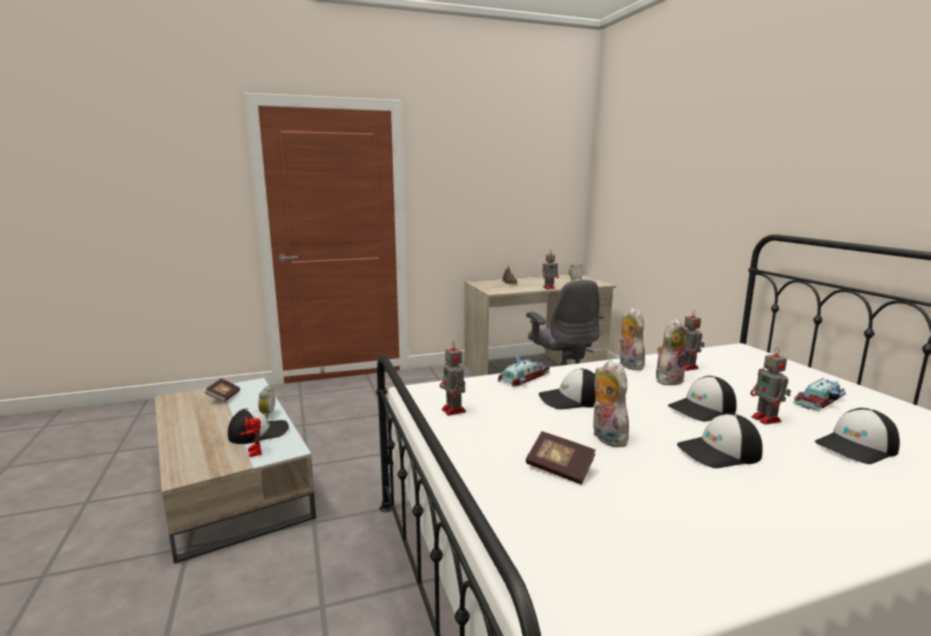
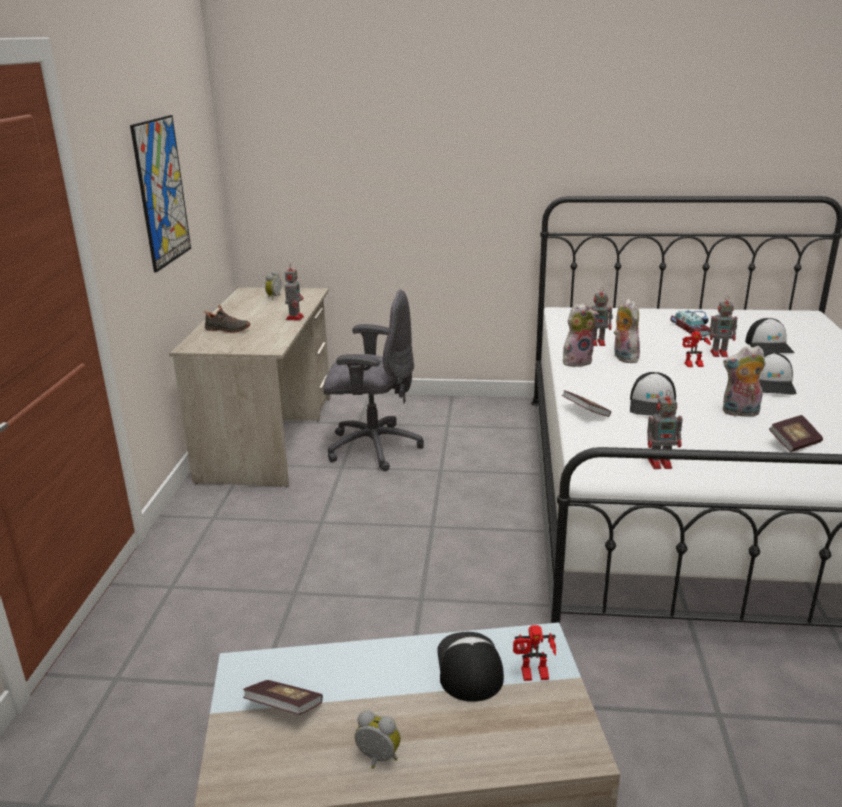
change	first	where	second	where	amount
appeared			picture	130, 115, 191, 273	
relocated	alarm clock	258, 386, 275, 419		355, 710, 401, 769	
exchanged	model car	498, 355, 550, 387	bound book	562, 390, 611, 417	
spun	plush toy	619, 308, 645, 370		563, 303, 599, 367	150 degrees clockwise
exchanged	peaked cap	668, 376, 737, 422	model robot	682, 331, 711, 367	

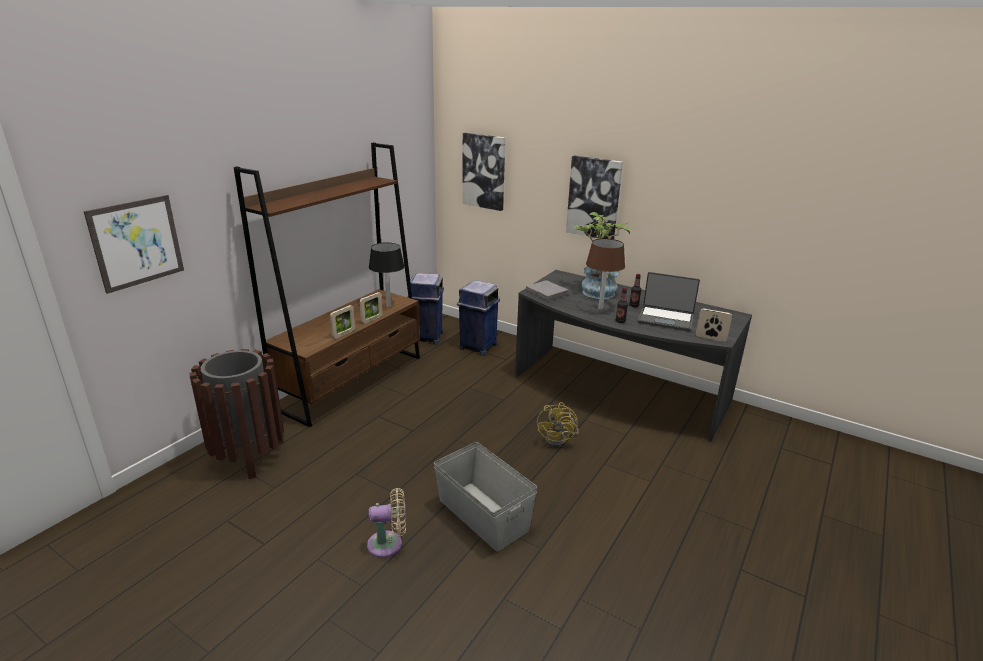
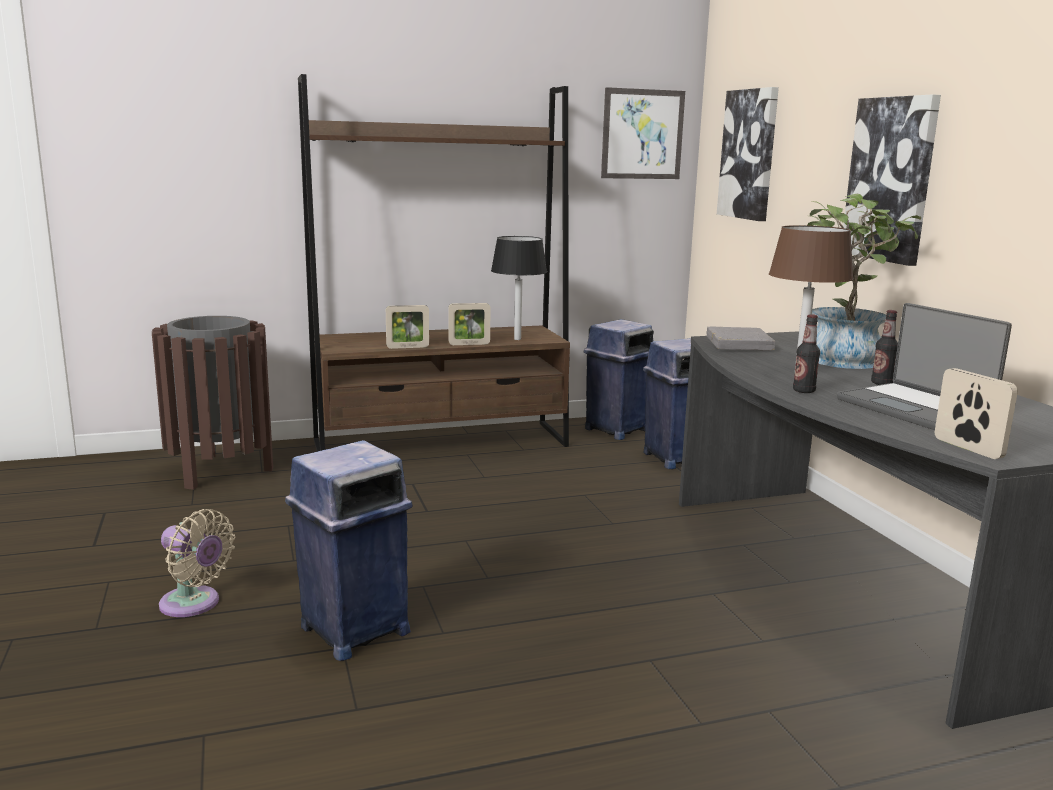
change	first	where	second	where	amount
exchanged	grey storage container	434, 442, 537, 552	blue-coloured waste bin	285, 440, 413, 661	
relocated	picture	84, 195, 184, 294		601, 87, 685, 179	
missing	yellow cooling fan	537, 402, 579, 448			

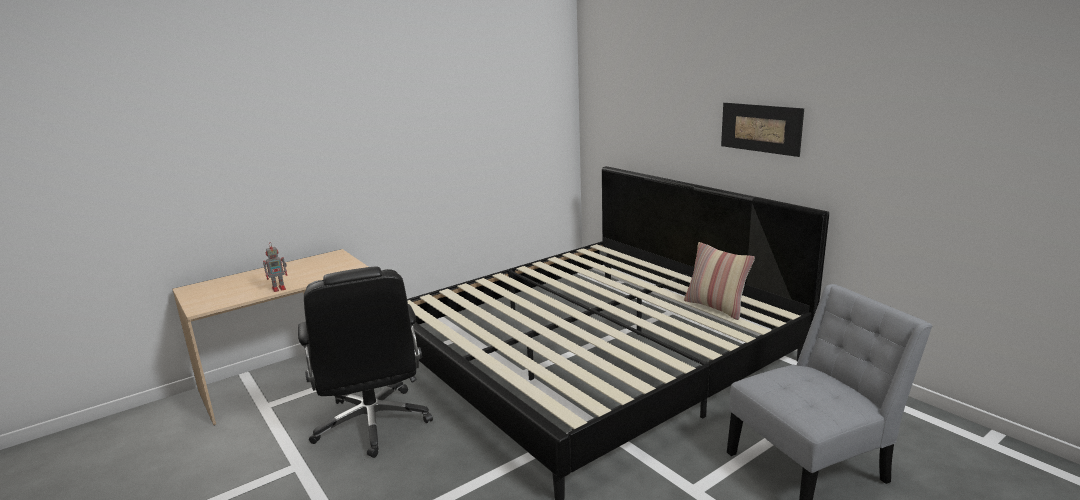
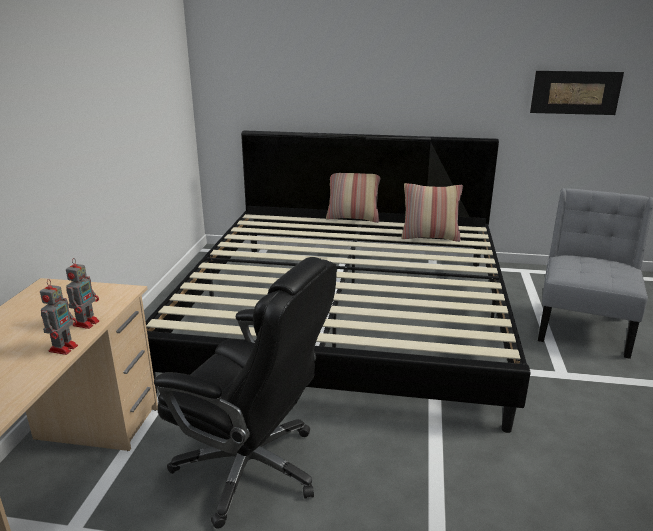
change	first	where	second	where	amount
appeared			model robot	66, 258, 99, 329	
appeared			pillow	326, 173, 381, 223	
relocated	picture	721, 103, 804, 157		530, 71, 624, 115	

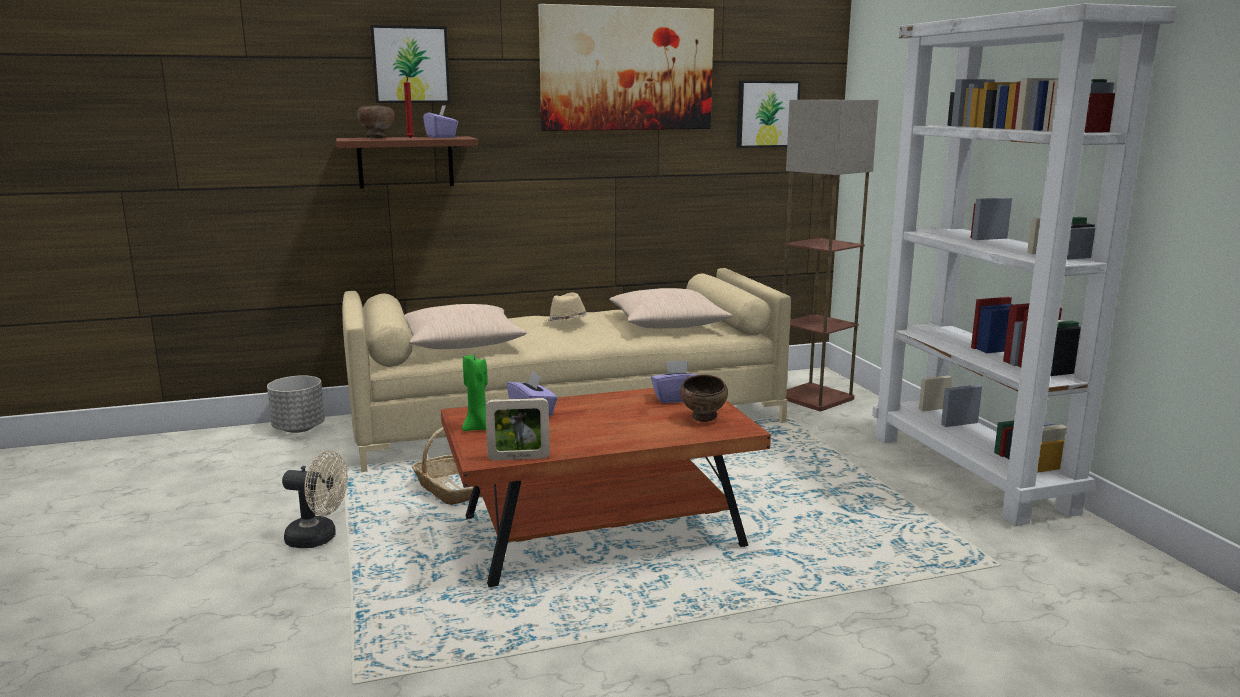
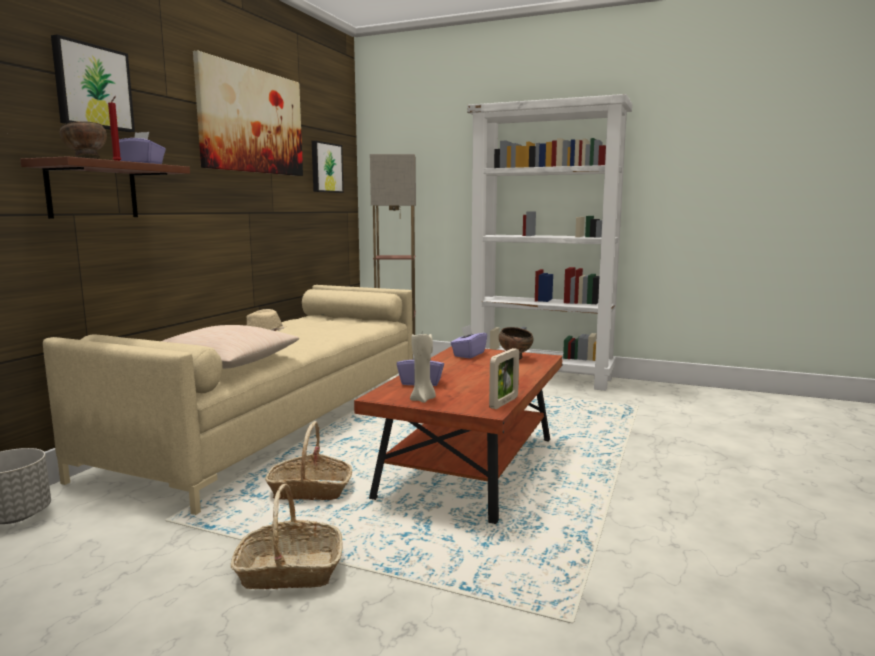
change	first	where	second	where	amount
exchanged	beige-coloured cooling fan	282, 450, 348, 548	storage basket	231, 484, 342, 589	
colour	green-coloured wax light	462, 353, 488, 431	beige-coloured wax light	410, 334, 436, 403	
missing	beige-coloured pillow	609, 288, 732, 329			

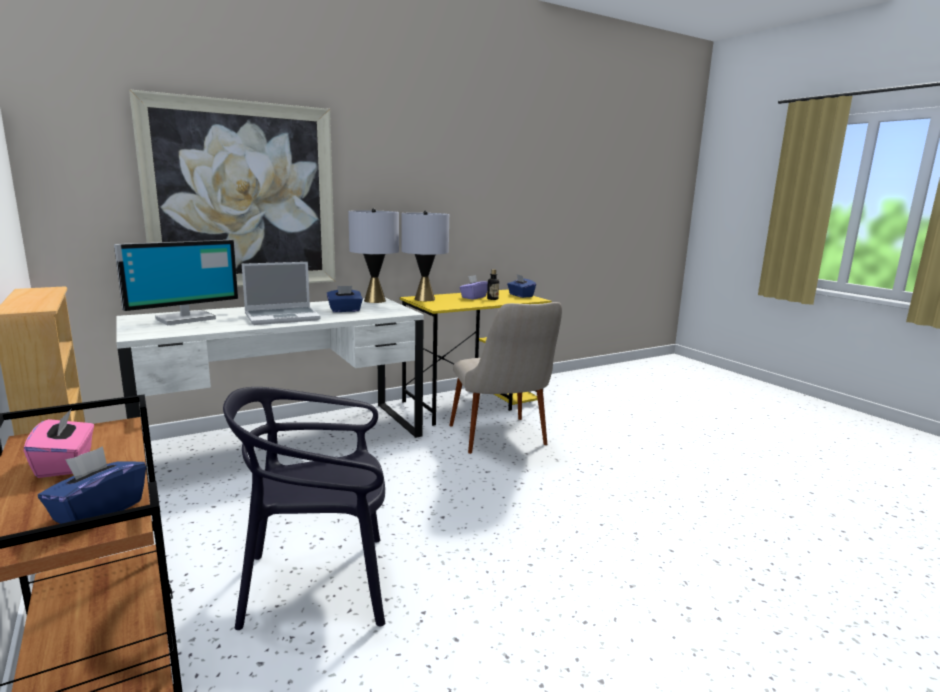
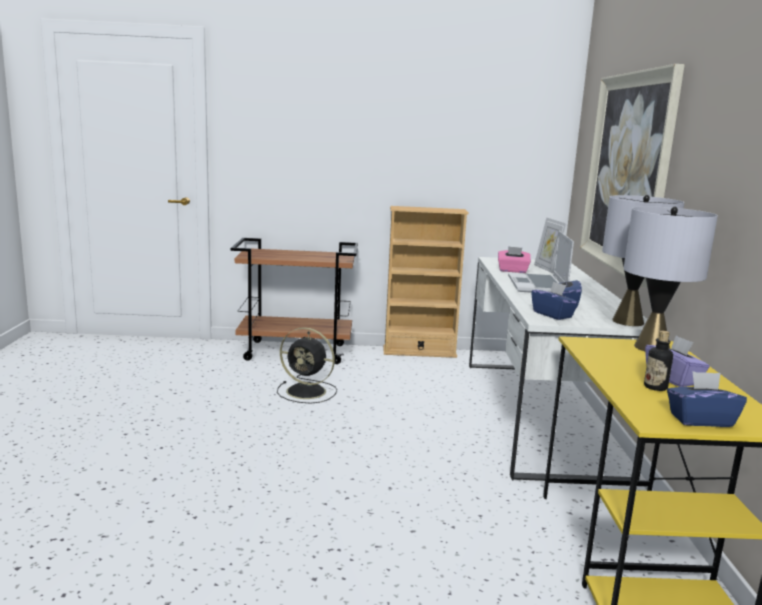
change	first	where	second	where	amount
exchanged	black-coloured plain chair	223, 387, 385, 630	black-coloured cooling fan	277, 327, 337, 404	
relocated	pink-coloured tissue box	23, 408, 94, 478		498, 246, 531, 273	
relocated	blue-coloured tissue box	38, 446, 146, 524		531, 281, 579, 320	
exchanged	monitor	114, 240, 238, 326	picture frame	534, 217, 566, 273	
missing	beige-coloured plain chair	449, 302, 562, 454			

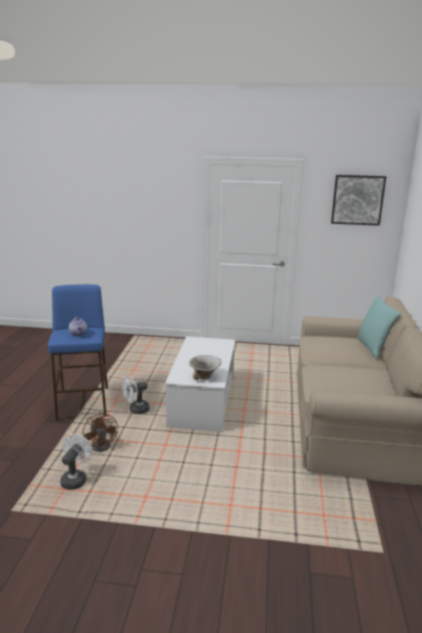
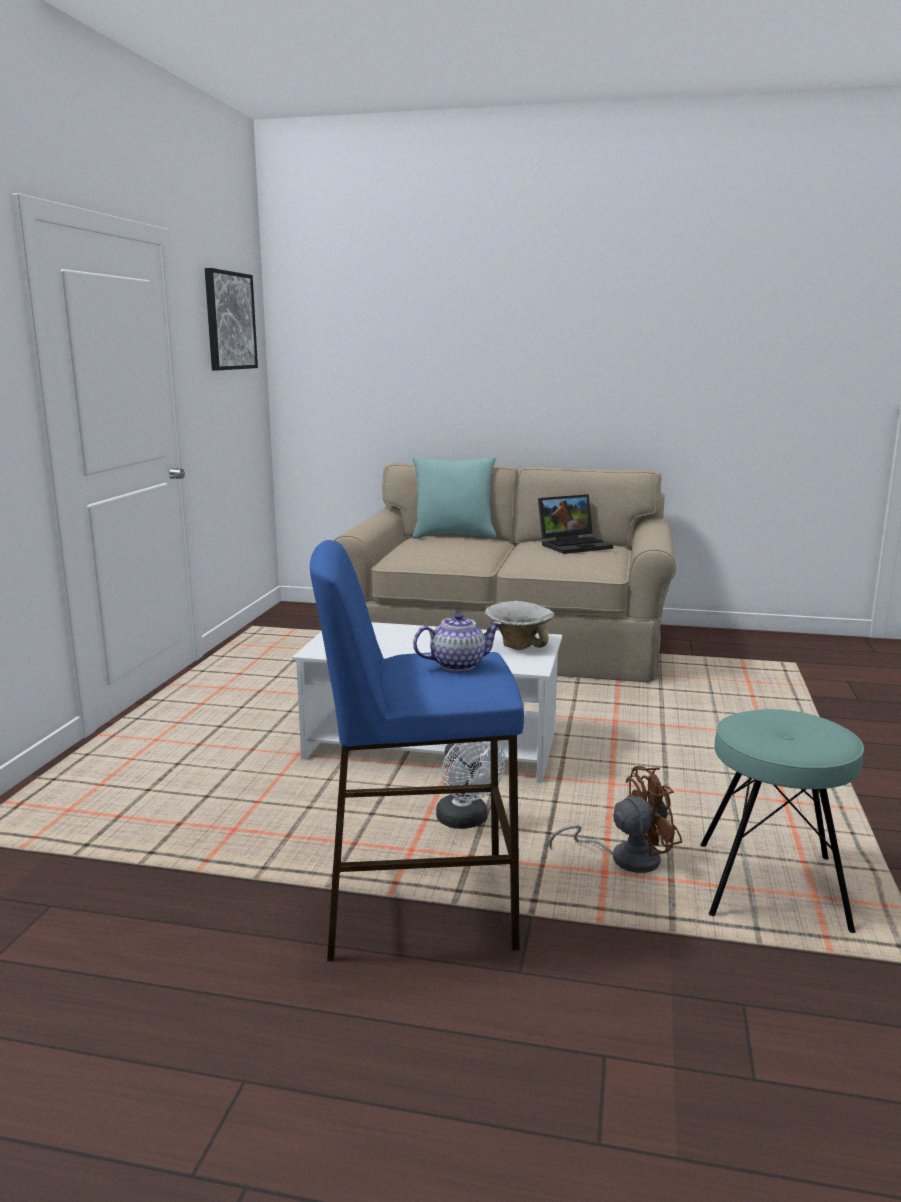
change	first	where	second	where	amount
appeared			notebook computer	538, 494, 613, 554	
exchanged	whitish cooling fan	60, 434, 92, 490	turquoise-coloured stool seat	700, 709, 864, 933	

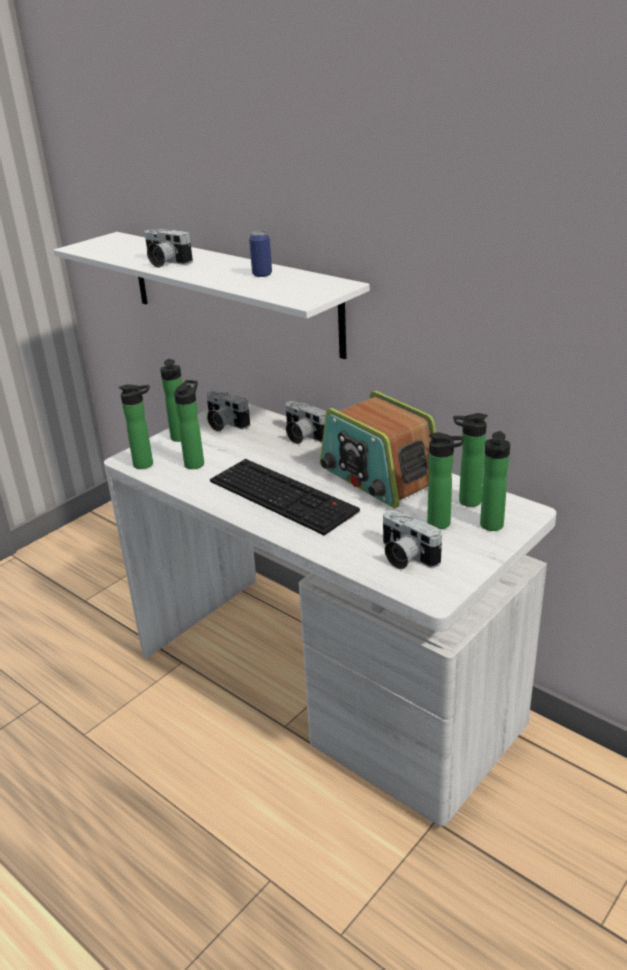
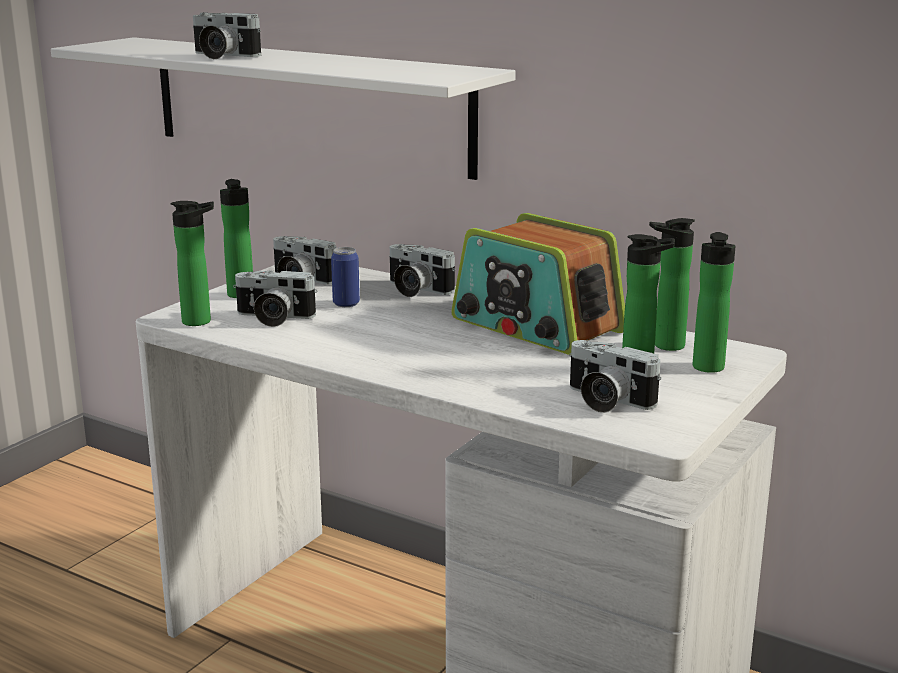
change	first	where	second	where	amount
exchanged	bottle	174, 380, 204, 469	photo camera	233, 270, 317, 327	
relocated	metal can	249, 230, 272, 277		331, 247, 360, 307	
missing	PC keyboard	210, 459, 360, 536			

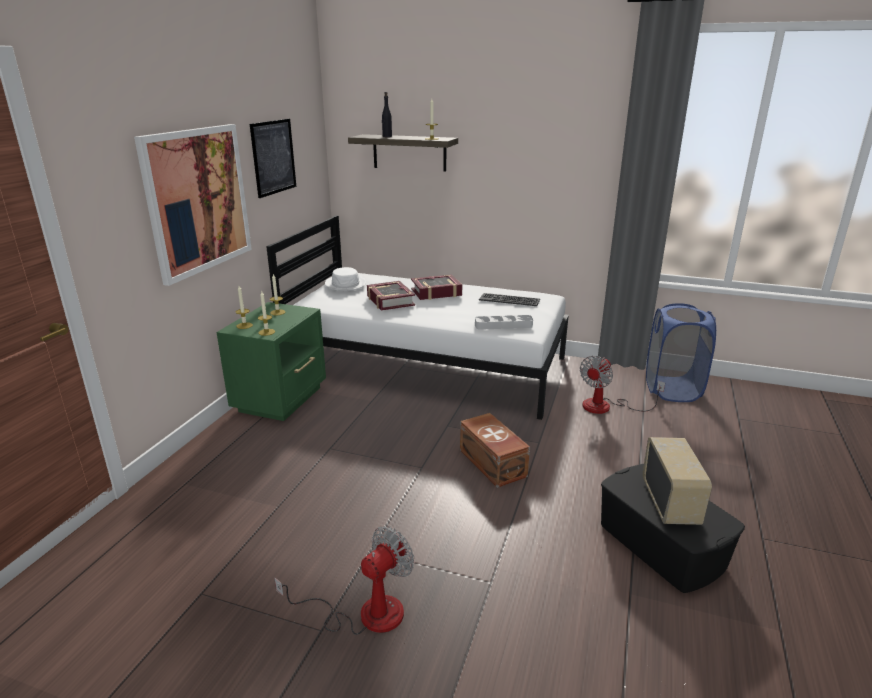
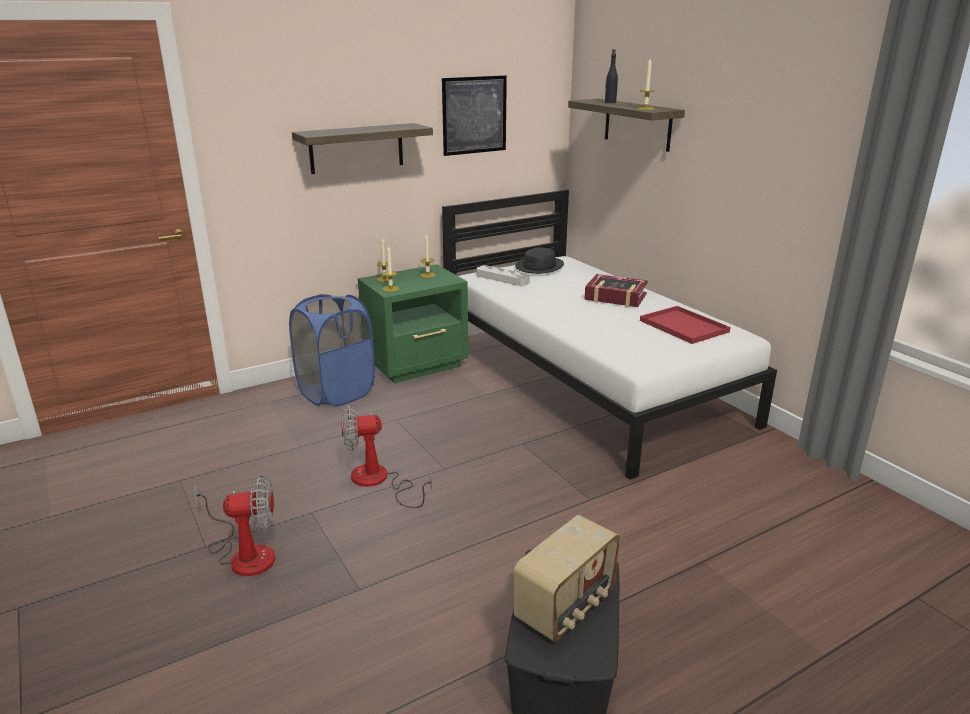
change	first	where	second	where	amount
relocated	blue-coloured hamper	646, 303, 716, 402		289, 294, 375, 406	
exchanged	picture	134, 124, 252, 286	bracket shelf	292, 123, 433, 174	
relocated	cooling fan	580, 356, 665, 414		341, 404, 432, 508	
relocated	grey serving tray	475, 315, 533, 330		477, 265, 530, 286	
colour	whitish wearable hat	325, 267, 366, 291	black-coloured wearable hat	515, 248, 564, 274	
exchanged	PC keyboard	479, 293, 540, 306	red serving tray	640, 306, 731, 344	
missing	bound book	367, 281, 415, 311			
missing	brownish storage container	460, 413, 530, 488			

